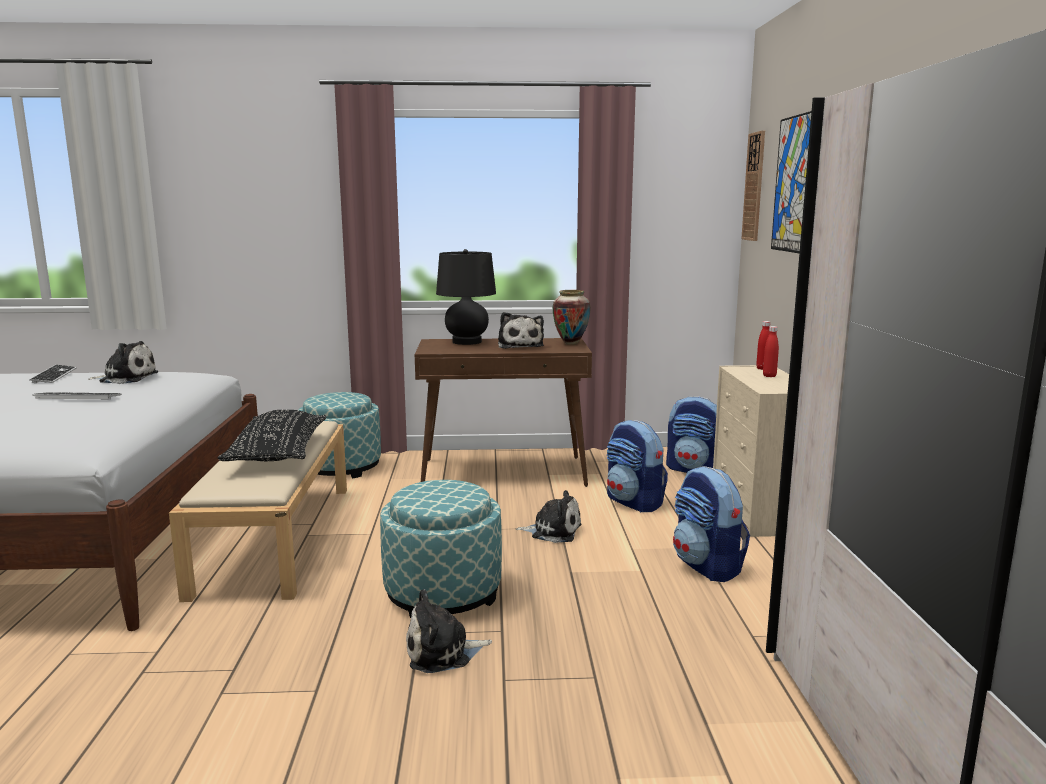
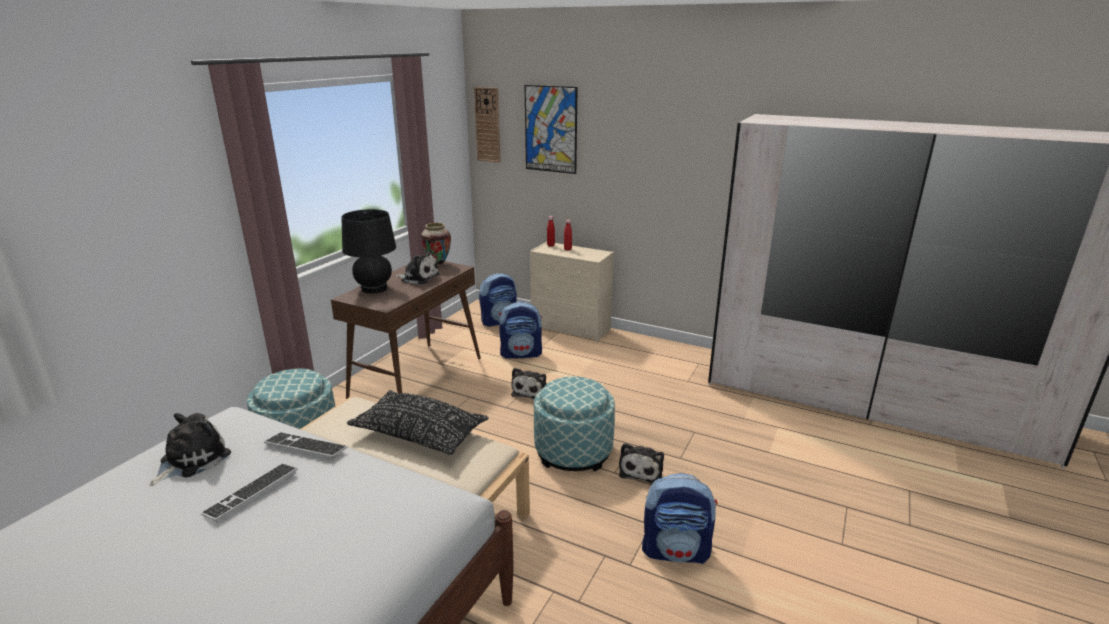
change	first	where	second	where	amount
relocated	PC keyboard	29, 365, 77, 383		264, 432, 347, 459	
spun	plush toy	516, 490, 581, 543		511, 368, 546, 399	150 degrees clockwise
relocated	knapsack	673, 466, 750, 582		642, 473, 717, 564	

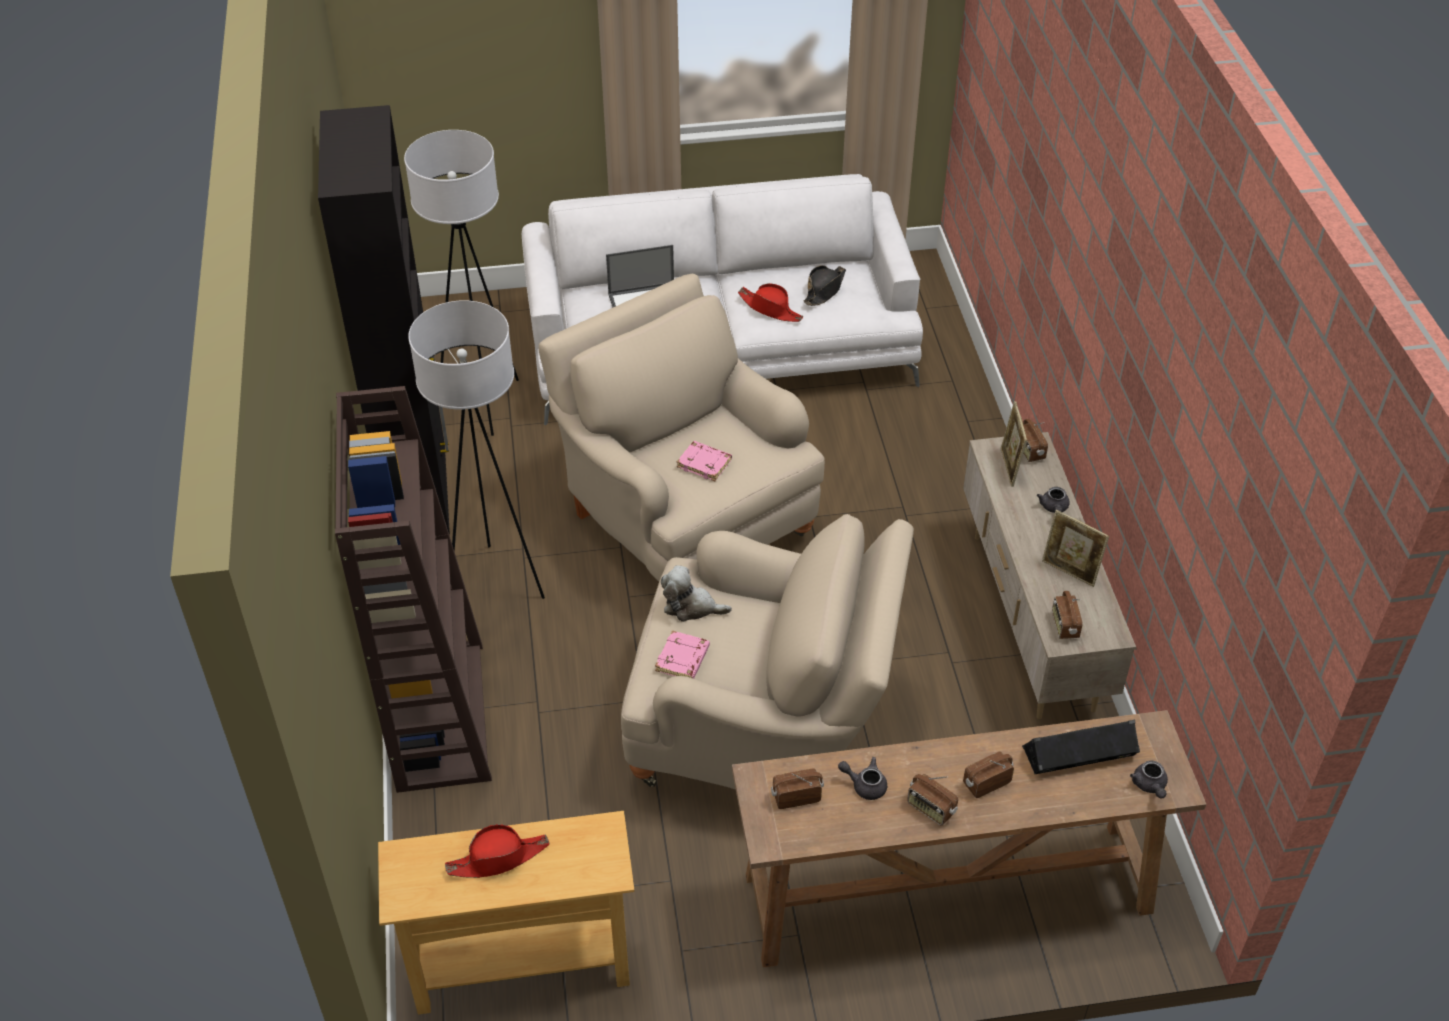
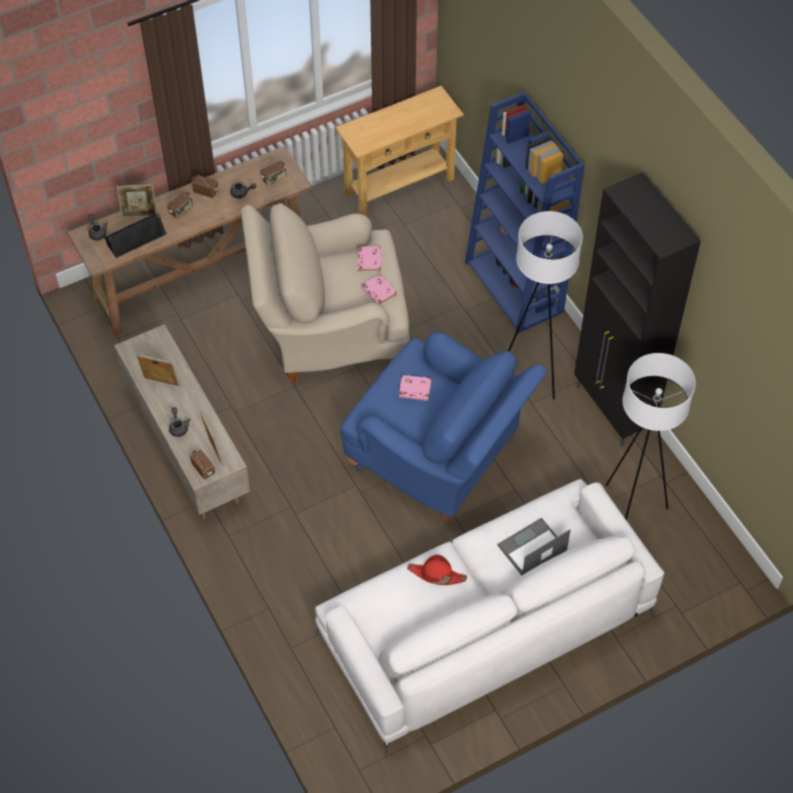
change	first	where	second	where	amount
appeared			picture frame	117, 184, 157, 218	
colour	beige-coloured lounge chair	539, 273, 825, 581	blue-coloured lounge chair	341, 332, 547, 523	
exchanged	plush toy	661, 565, 732, 622	pink-coloured bound book	361, 274, 397, 304	
colour	brownish shelving unit	335, 386, 492, 793	blue-coloured shelving unit	465, 91, 585, 334	
missing	red wearable hat	445, 824, 550, 878			
missing	black-coloured wearable hat	804, 265, 846, 306			
missing	radio set	1052, 591, 1082, 639			

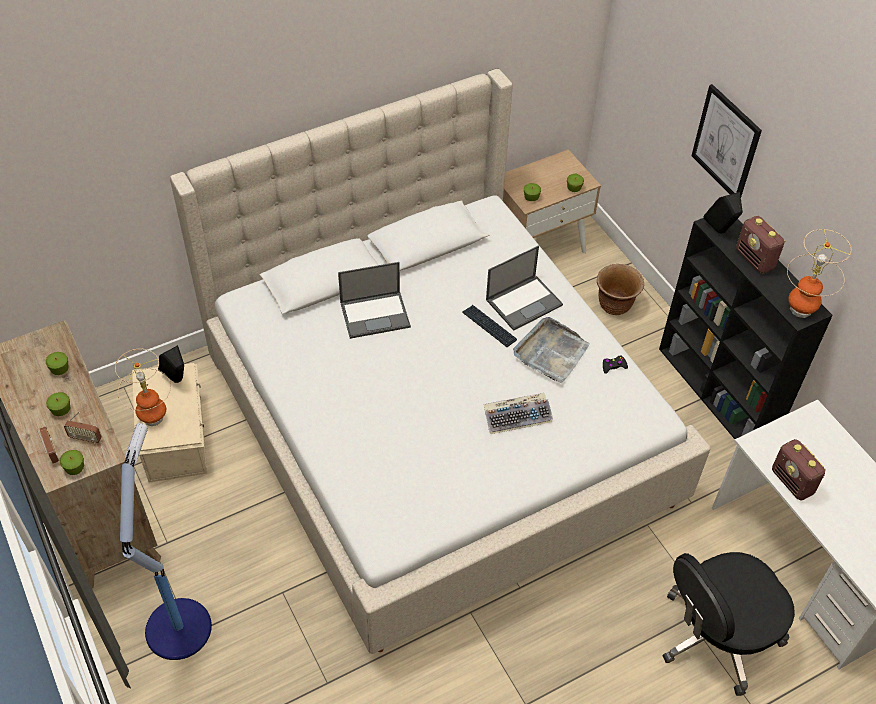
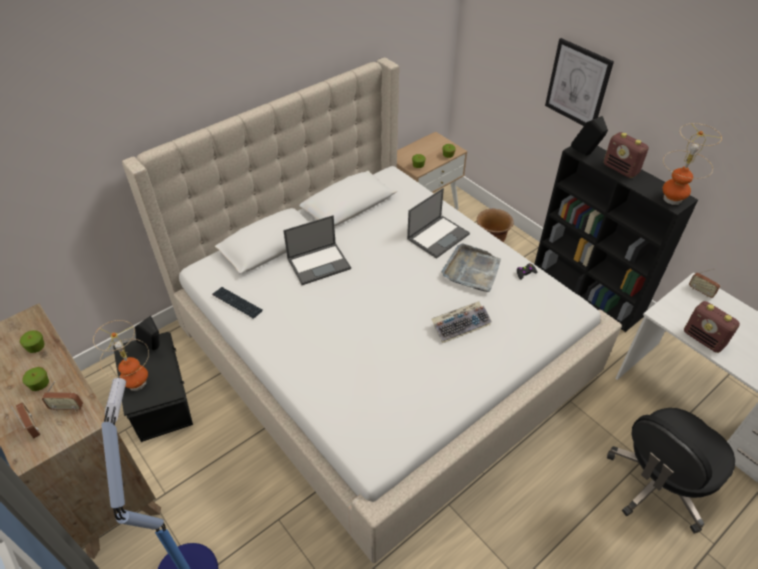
change	first	where	second	where	amount
colour	beige-coloured storage container	132, 363, 207, 482	black-coloured storage container	113, 332, 193, 442	
relocated	PC keyboard	462, 305, 517, 347		212, 287, 263, 318	
appeared			radio set	689, 268, 720, 298	
missing	whole apple	60, 450, 84, 475			

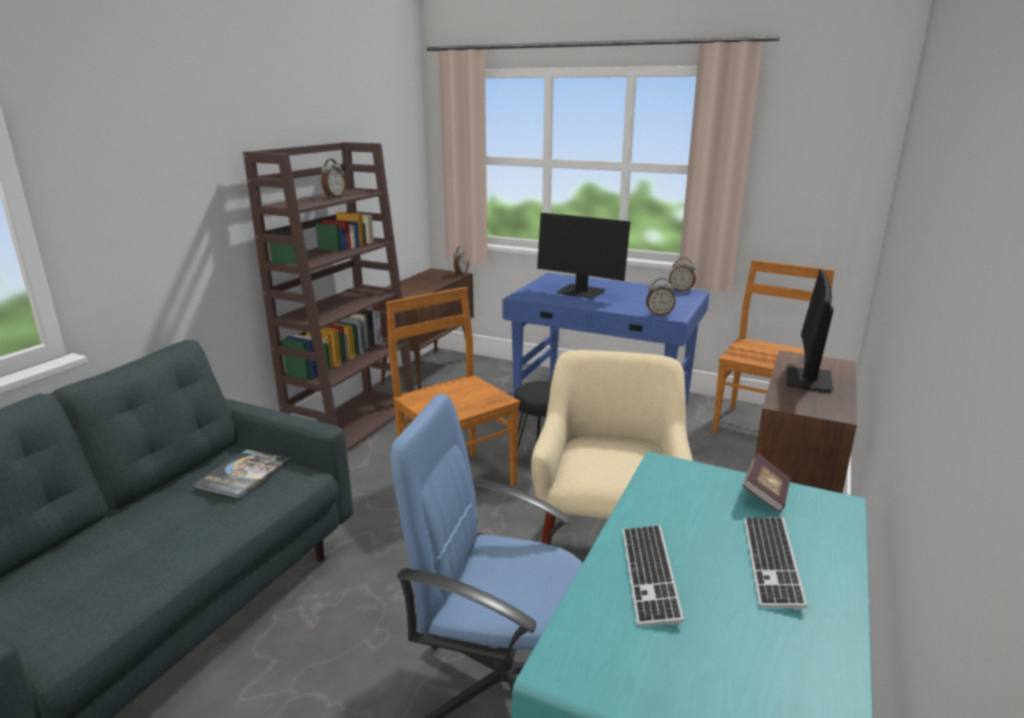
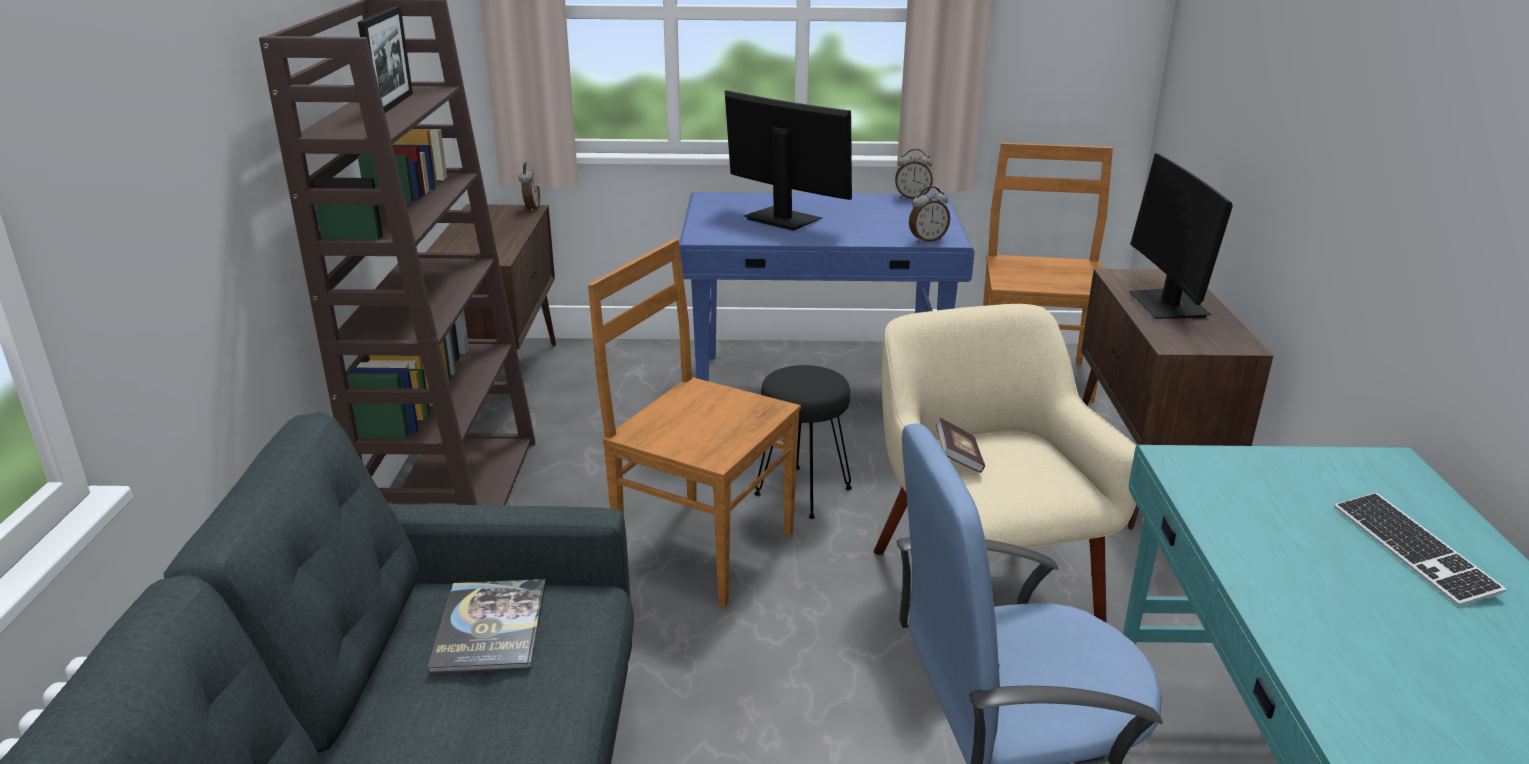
change	first	where	second	where	amount
exchanged	alarm clock	321, 159, 346, 198	picture frame	358, 6, 413, 113	
spun	monitor	537, 213, 630, 299		725, 90, 852, 231	150 degrees counterclockwise
relocated	bound book	743, 454, 790, 512		936, 418, 985, 473	
missing	PC keyboard	622, 525, 684, 626			

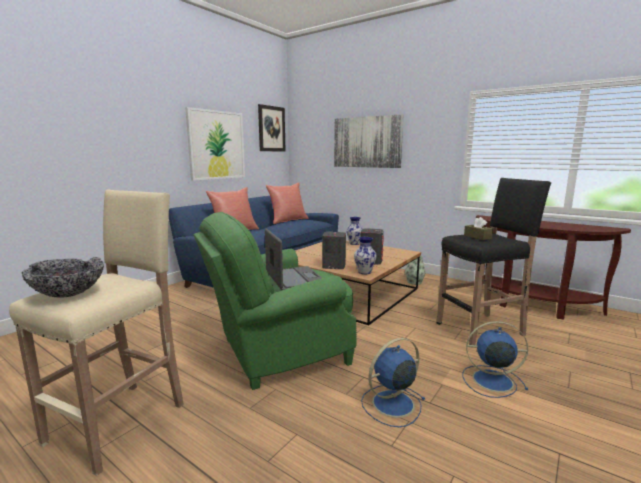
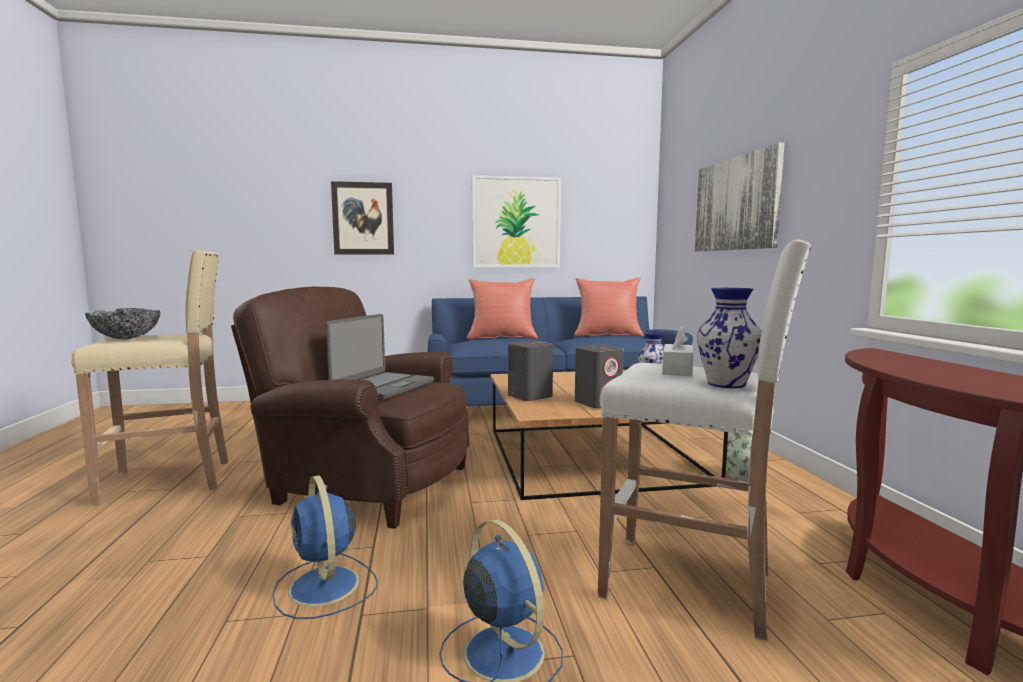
change	first	where	second	where	amount
colour	green-coloured lounge chair	193, 212, 357, 390	brownish lounge chair	231, 287, 469, 529	
spun	blue-coloured cooling fan	361, 338, 425, 427		272, 475, 378, 619	135 degrees counterclockwise
relocated	picture	258, 104, 285, 151		331, 181, 394, 255	
colour	black-coloured stool seat	437, 178, 551, 345	whitish stool seat	598, 239, 811, 641	
colour	brownish tissue box	464, 217, 493, 240	whitish tissue box	662, 326, 694, 377	
relocated	decorative vase	354, 237, 377, 274		697, 288, 762, 388	

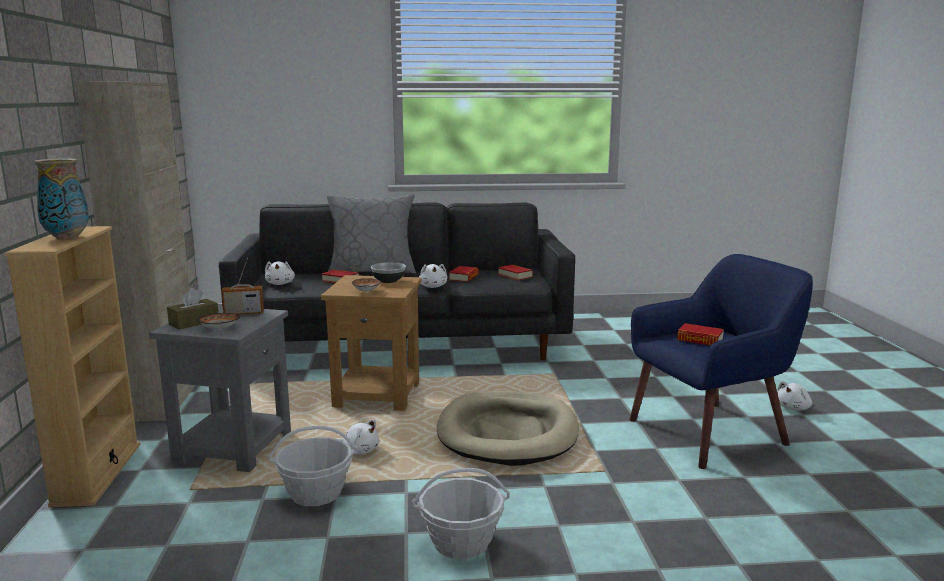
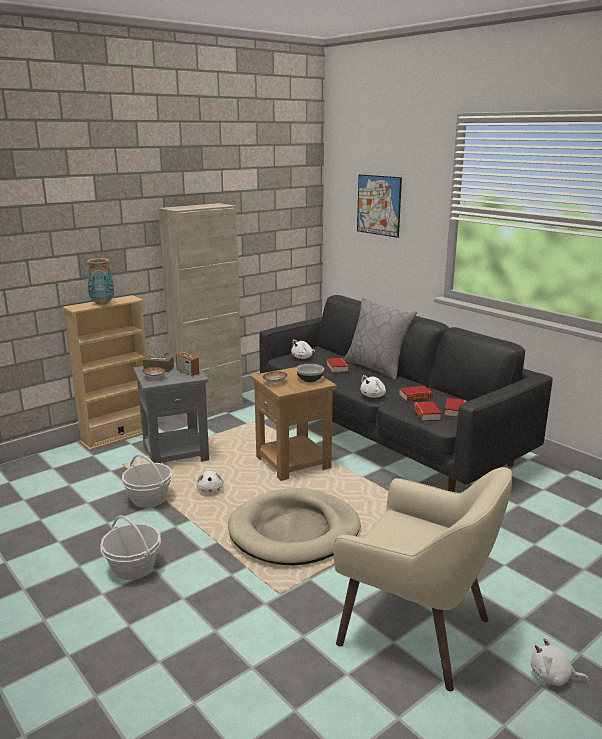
change	first	where	second	where	amount
colour	blue-coloured lounge chair	629, 254, 813, 469	beige-coloured lounge chair	333, 467, 512, 691	
appeared			picture	357, 174, 402, 238	
relocated	bound book	677, 323, 724, 345		413, 402, 441, 421	

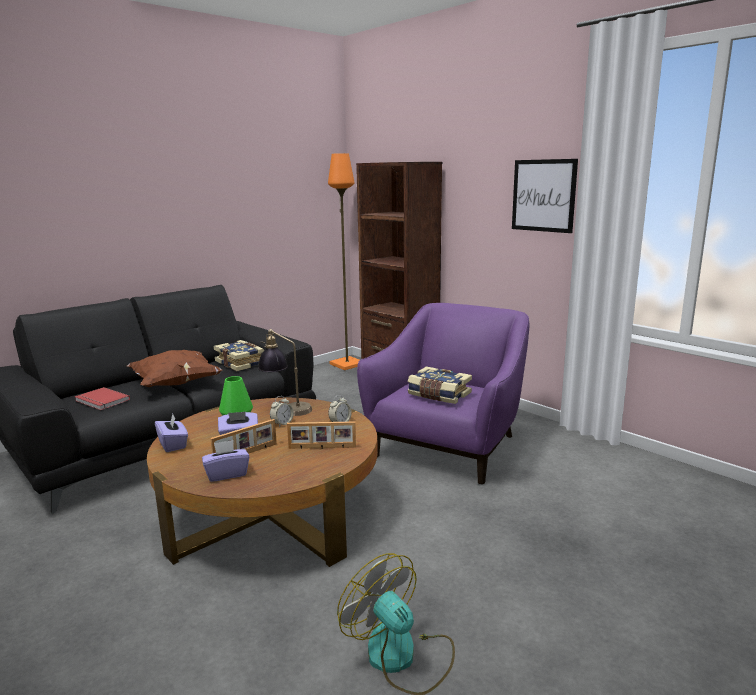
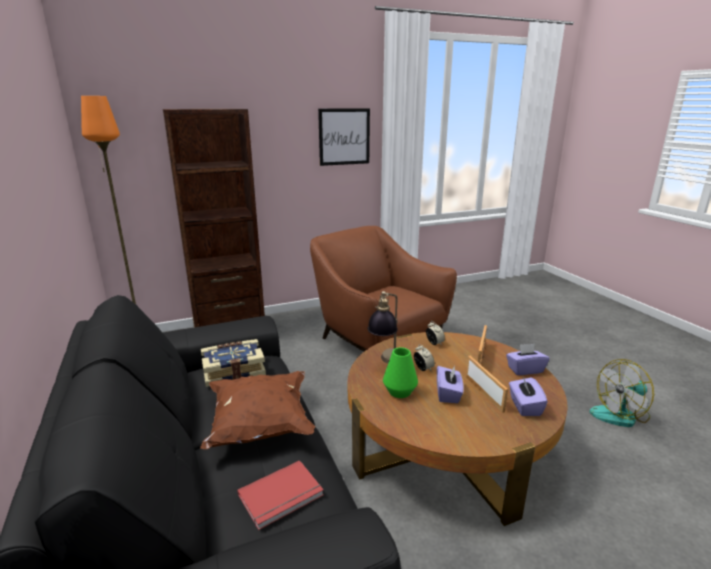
change	first	where	second	where	amount
colour	purplish lounge chair	357, 303, 530, 484	brownish lounge chair	310, 226, 457, 352	
relocated	purplish tissue box	155, 414, 188, 452		506, 344, 549, 375	
missing	bound book	408, 366, 472, 404			

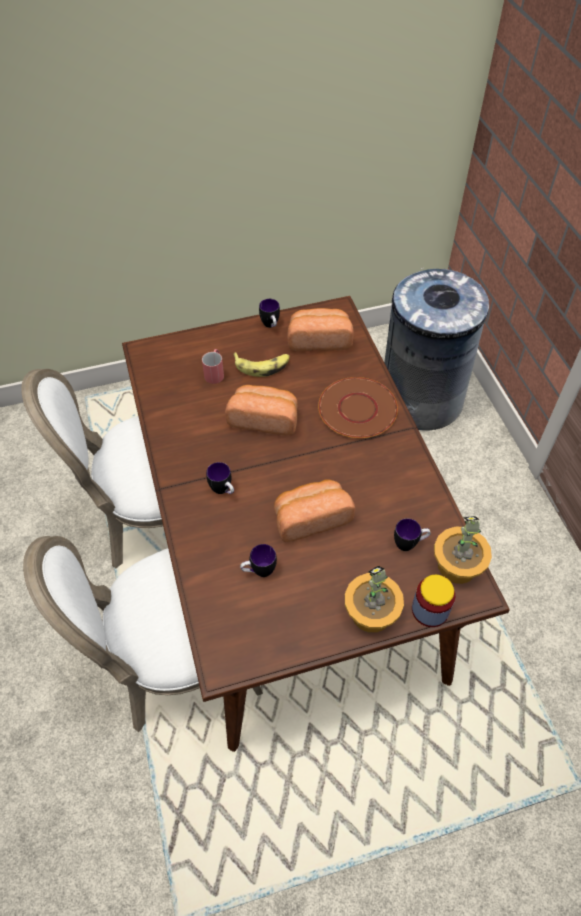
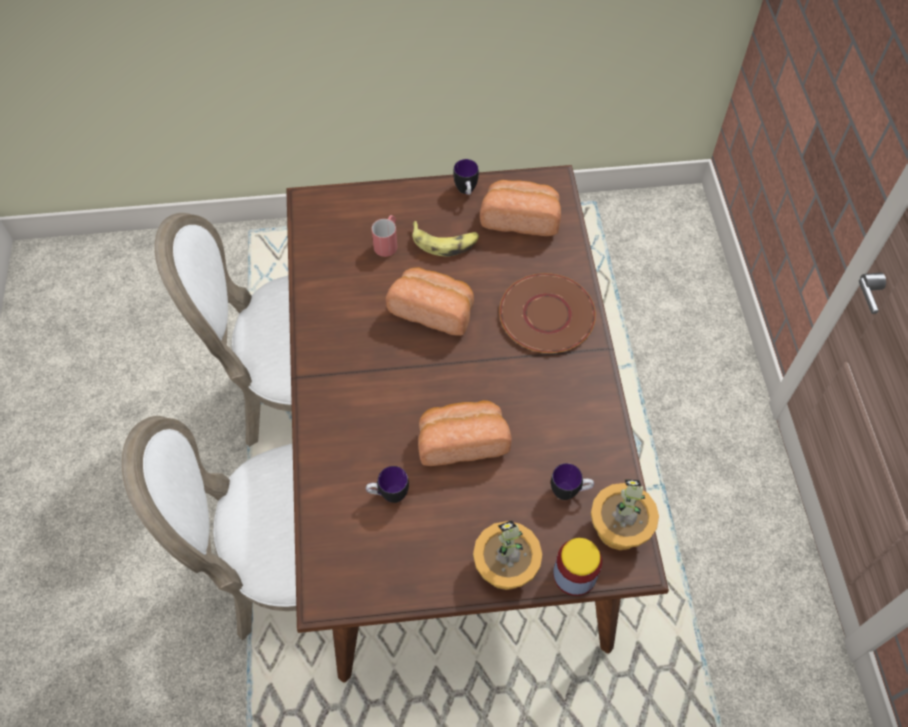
change	first	where	second	where	amount
missing	mug	206, 462, 234, 494			
missing	grey waste bin	384, 268, 489, 430			

